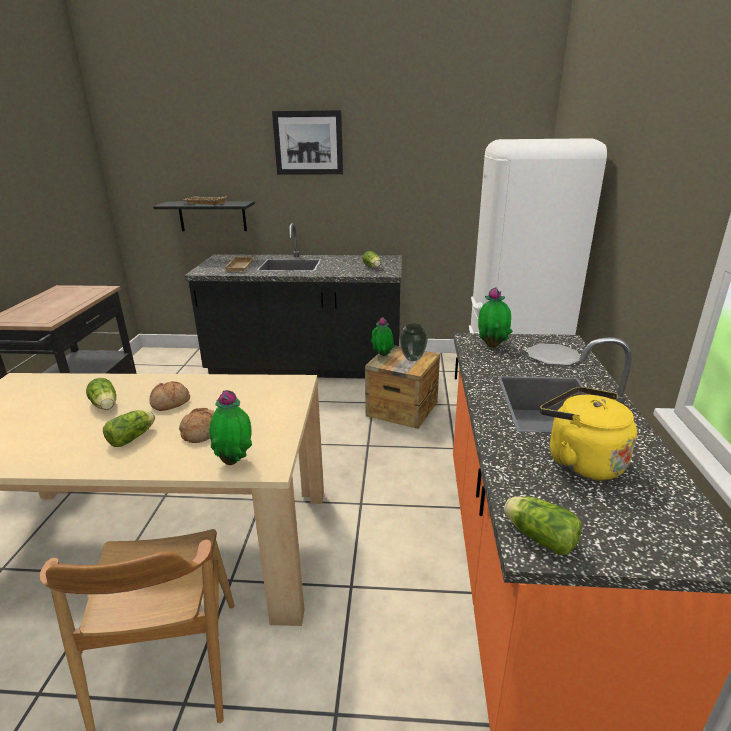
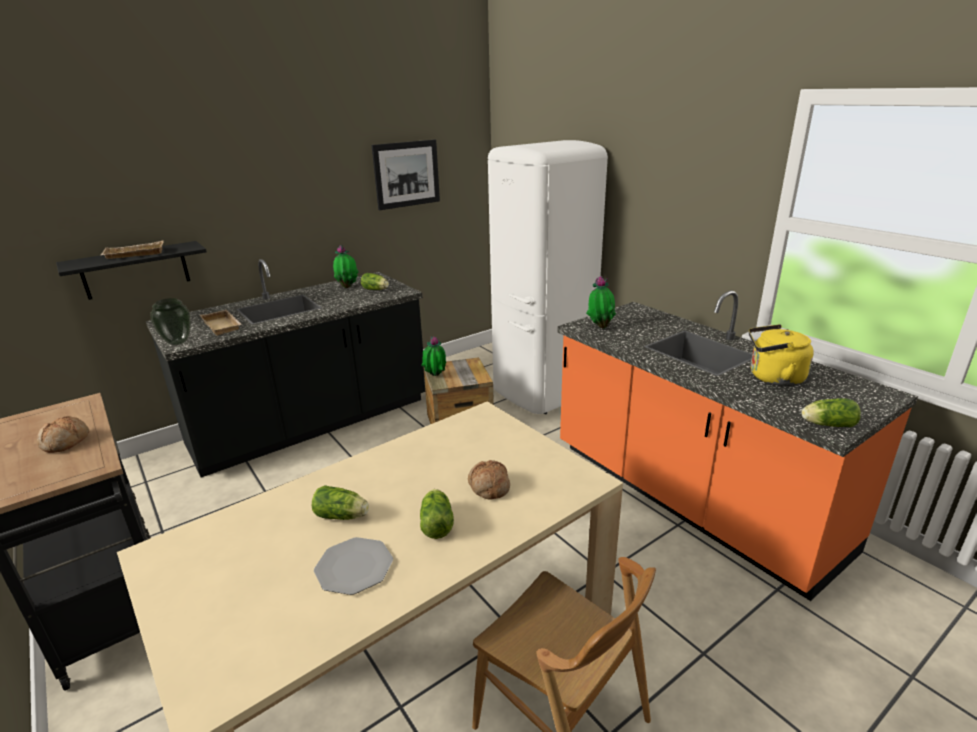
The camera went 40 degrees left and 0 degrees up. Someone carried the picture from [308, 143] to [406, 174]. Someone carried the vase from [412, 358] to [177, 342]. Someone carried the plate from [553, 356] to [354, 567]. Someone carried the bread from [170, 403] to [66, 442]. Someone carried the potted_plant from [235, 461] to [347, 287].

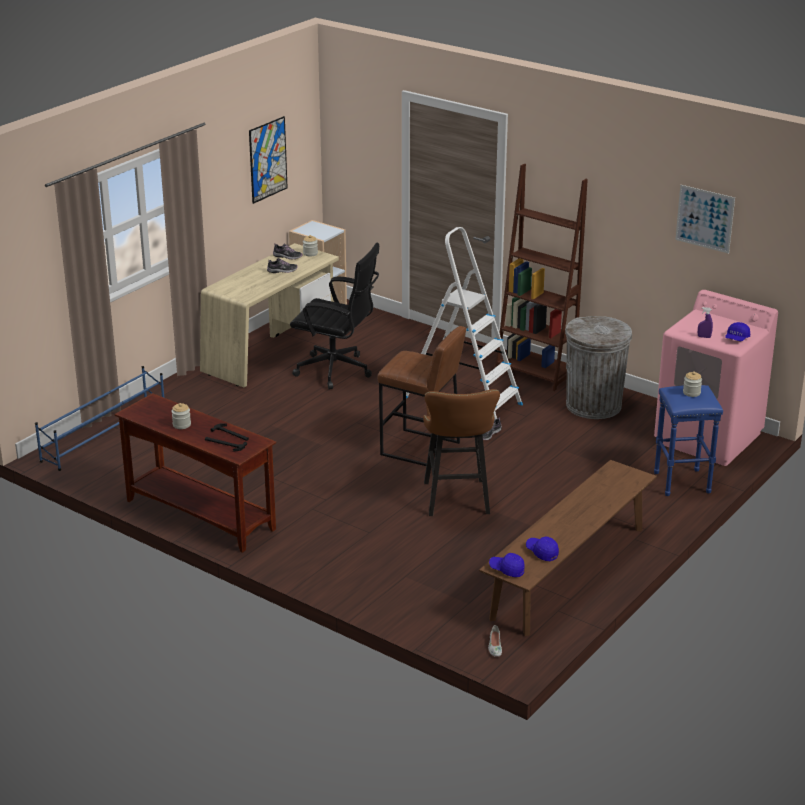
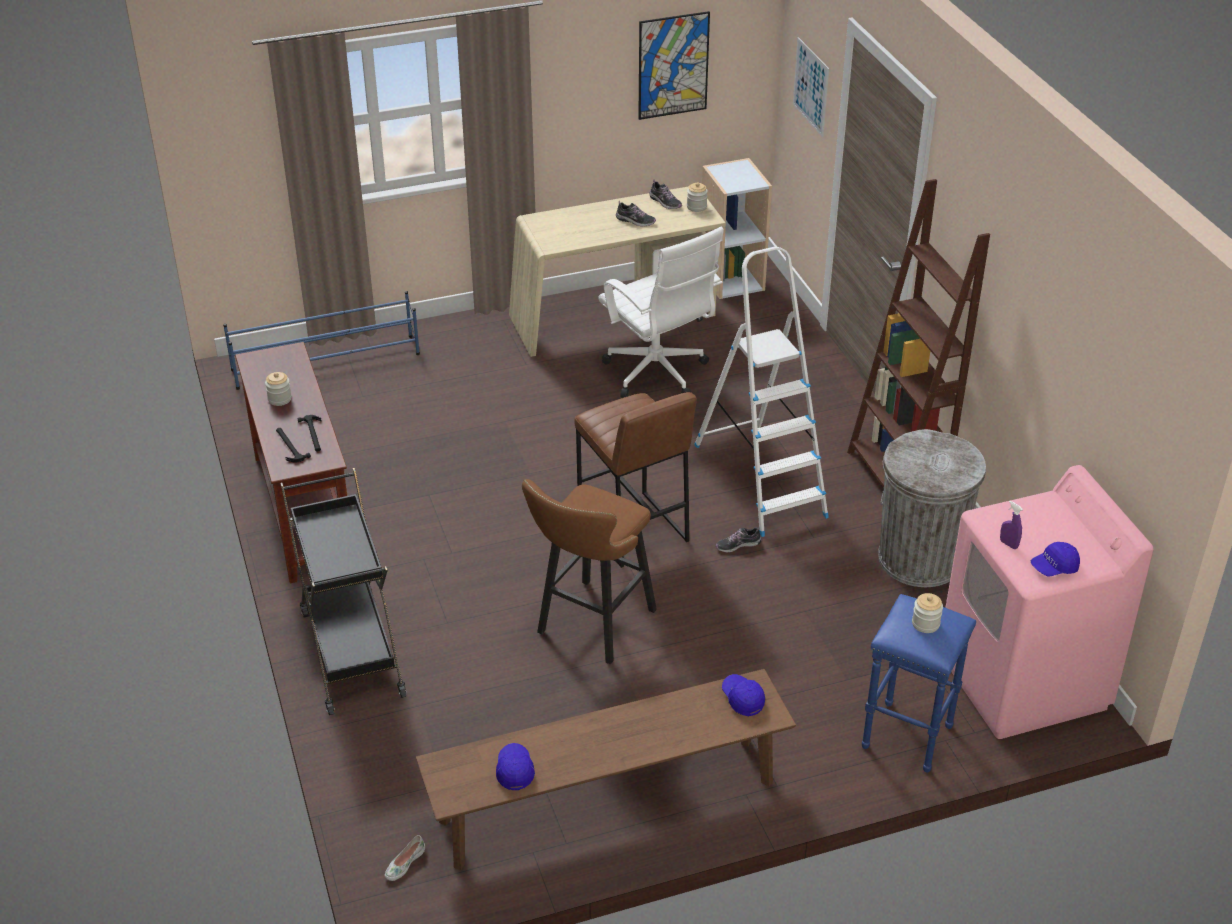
The camera went 35 degrees right and 10 degrees up. Someone carried the picture from [704, 218] to [810, 87]. Someone repainted the black_office_chair at [337, 371], which became the white_office_chair at [658, 375]. Someone carried the blue_cap from [507, 570] to [742, 699]. Someone put down the black_cart at [351, 653].

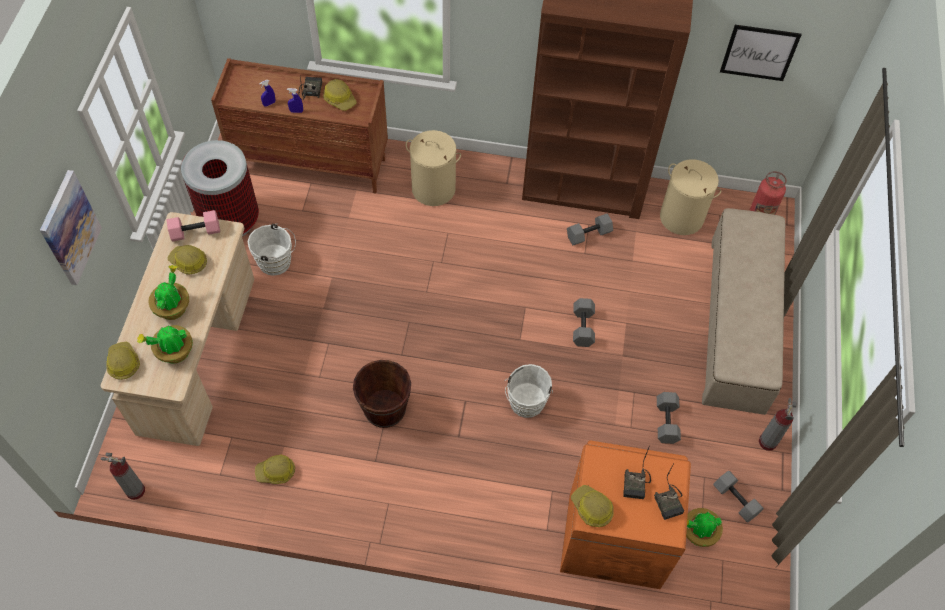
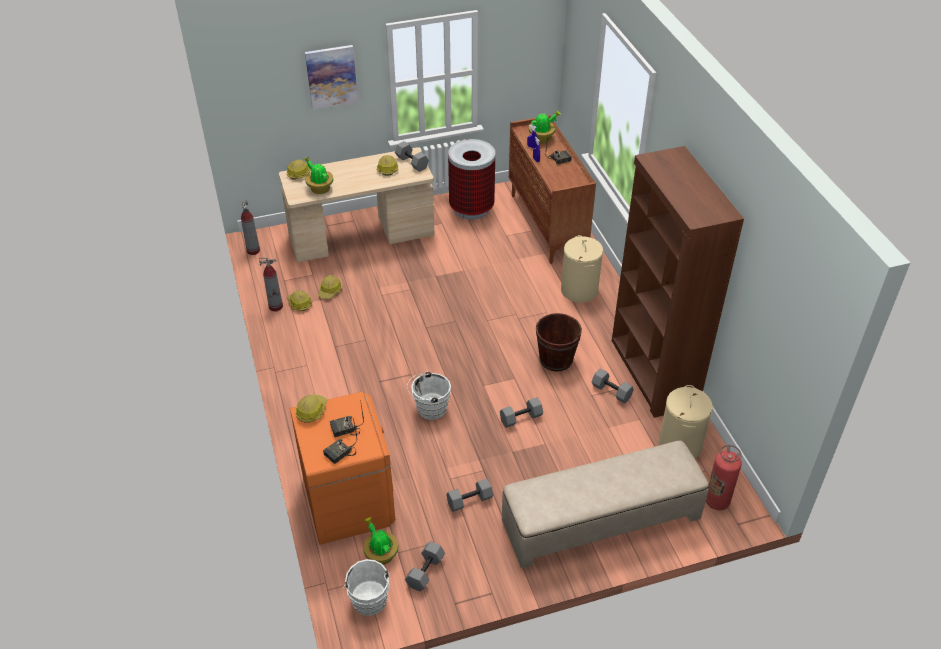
The camera went 65 degrees right and 15 degrees down. Someone took away the picture at [759, 52]. Someone carried the hard_hat from [340, 99] to [330, 291]. Someone repainted the pink_dumbbell at [196, 231], which became the grey_dumbbell at [412, 162]. Someone carried the white_bucket from [277, 263] to [370, 603]. Someone carried the potted_plant from [173, 307] to [542, 138]. Someone carried the brown_bucket from [384, 409] to [556, 359]. Someone carried the fire_extinguisher from [767, 442] to [276, 306].

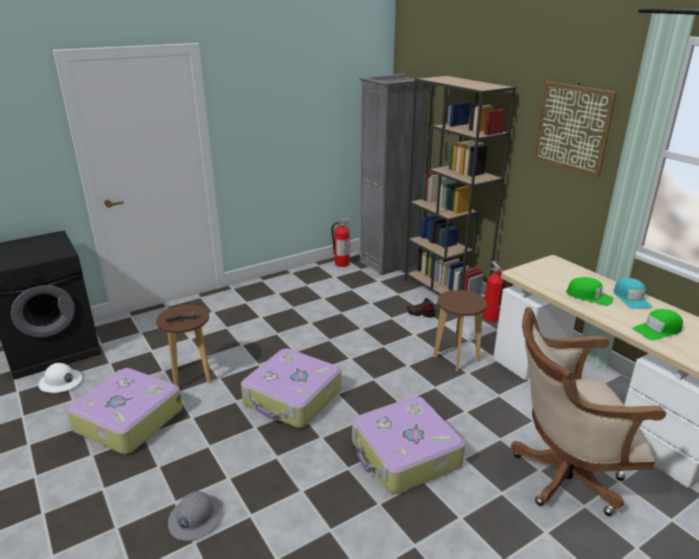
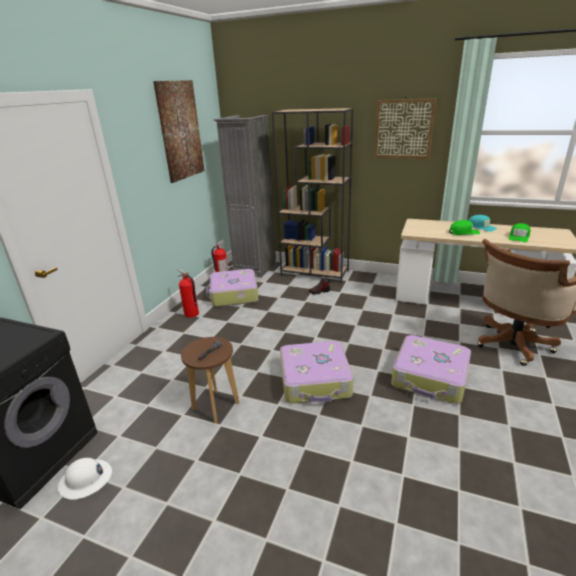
The camera went 35 degrees left and 0 degrees up. Someone carried the fire_extinguisher from [491, 318] to [191, 314]. Someone took away the brown_stool at [456, 358]. Someone carried the suitcase from [127, 420] to [233, 295]. Someone took away the grey_hard_hat at [195, 518]. Someone put up the picture at [180, 131].

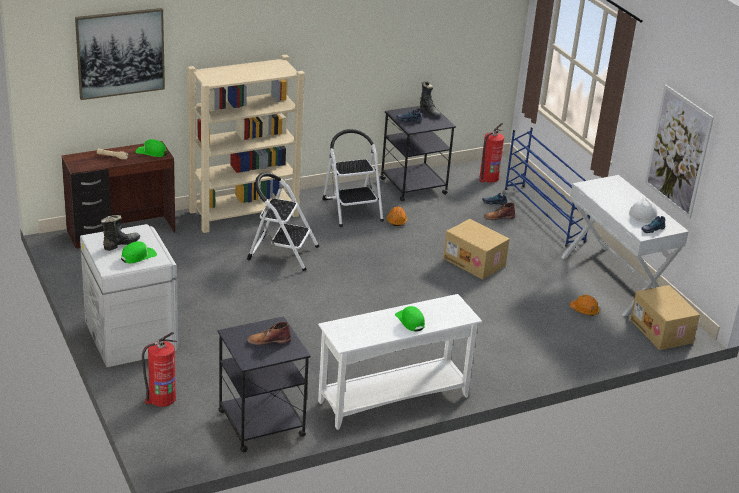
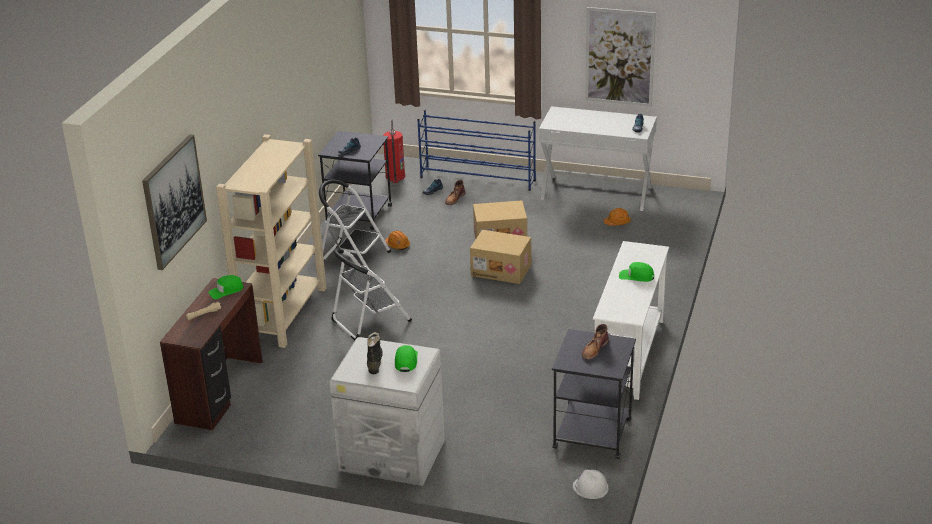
The camera went 45 degrees left and 0 degrees up. Someone took away the black_boot at [430, 112]. Someone carried the white_hard_hat from [642, 215] to [590, 487]. Someone carried the cardboard_box from [662, 331] to [502, 270]. Someone took away the fire_extinguisher at [161, 398].

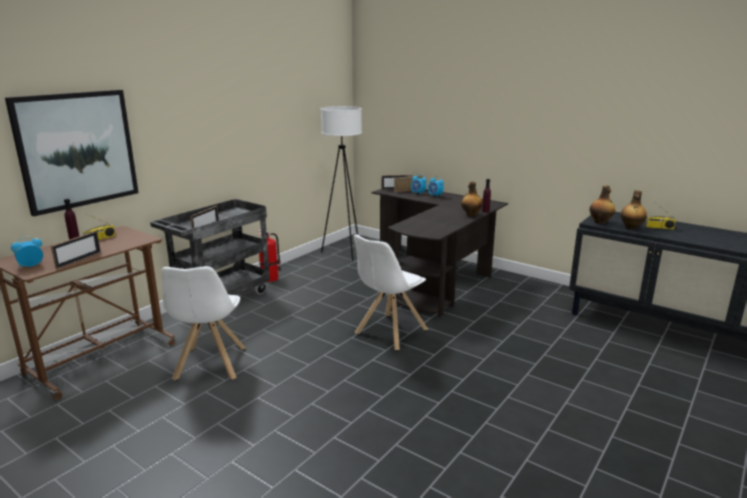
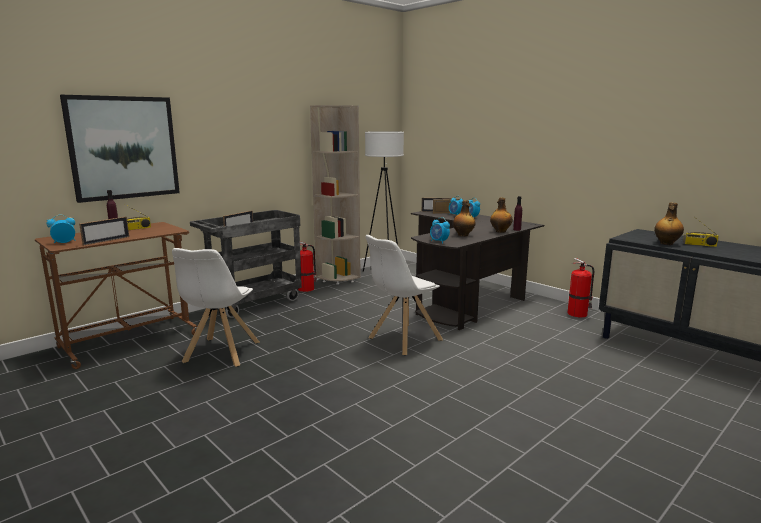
The camera went 10 degrees right and 5 degrees down. Someone carried the bottle from [600, 222] to [463, 235]. Someone put down the beige_bookcase at [338, 281]. Someone put down the alarm_clock at [439, 241]. Someone put down the fire_extinguisher at [578, 314].

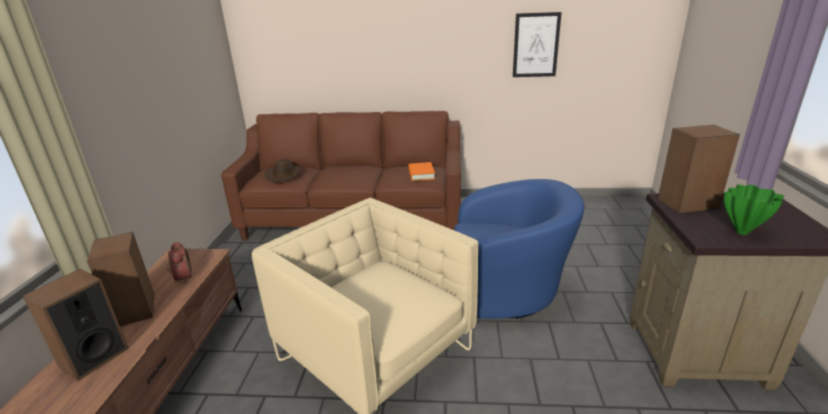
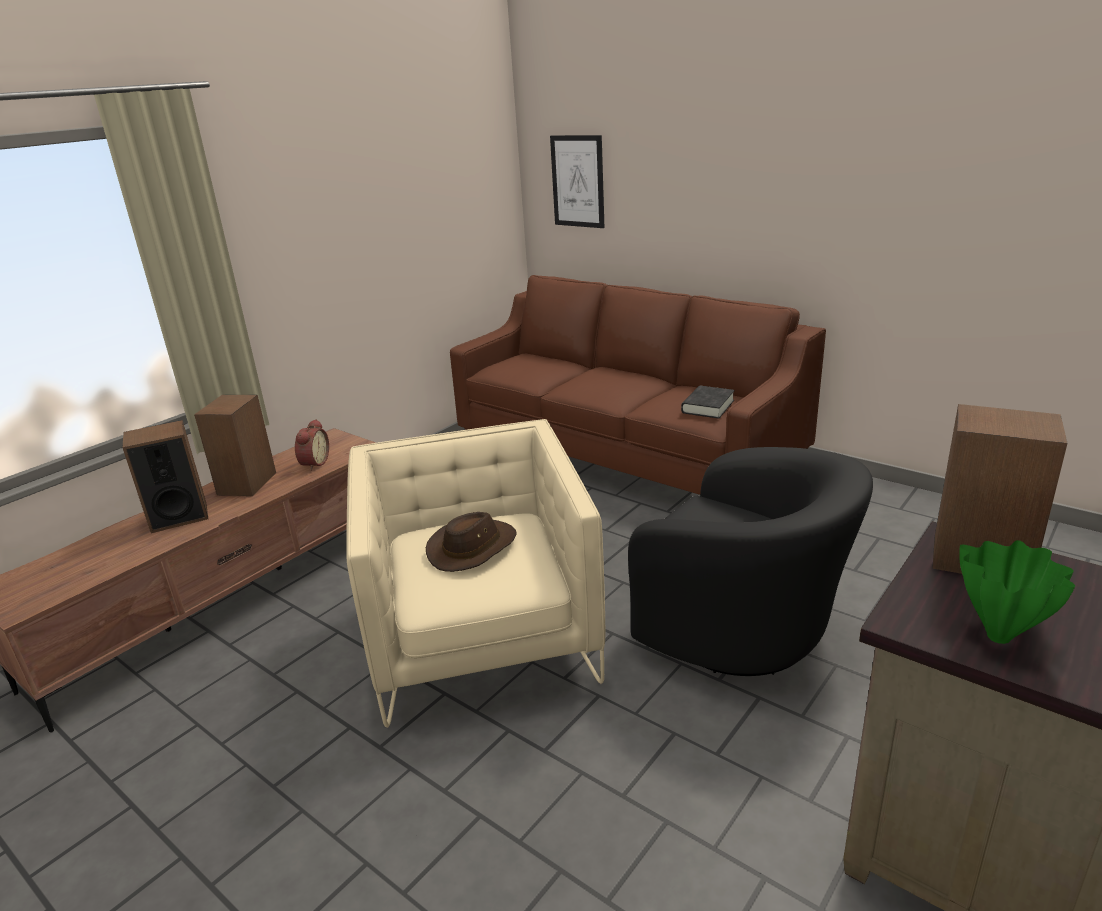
The camera went 35 degrees right and 0 degrees up. Someone carried the picture from [536, 45] to [577, 181]. Someone carried the brown_hat from [285, 175] to [472, 548]. Someone repainted the orange_book at [421, 174], which became the black_book at [707, 406]. Someone repainted the blue_armchair at [508, 292], which became the black_armchair at [741, 631].

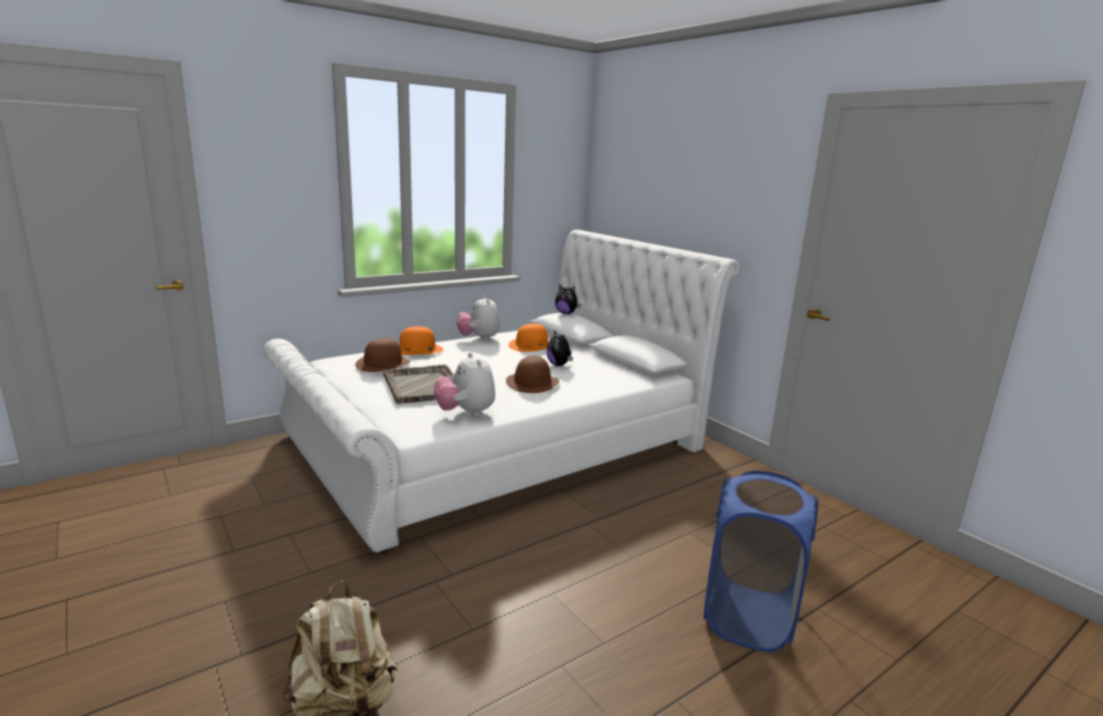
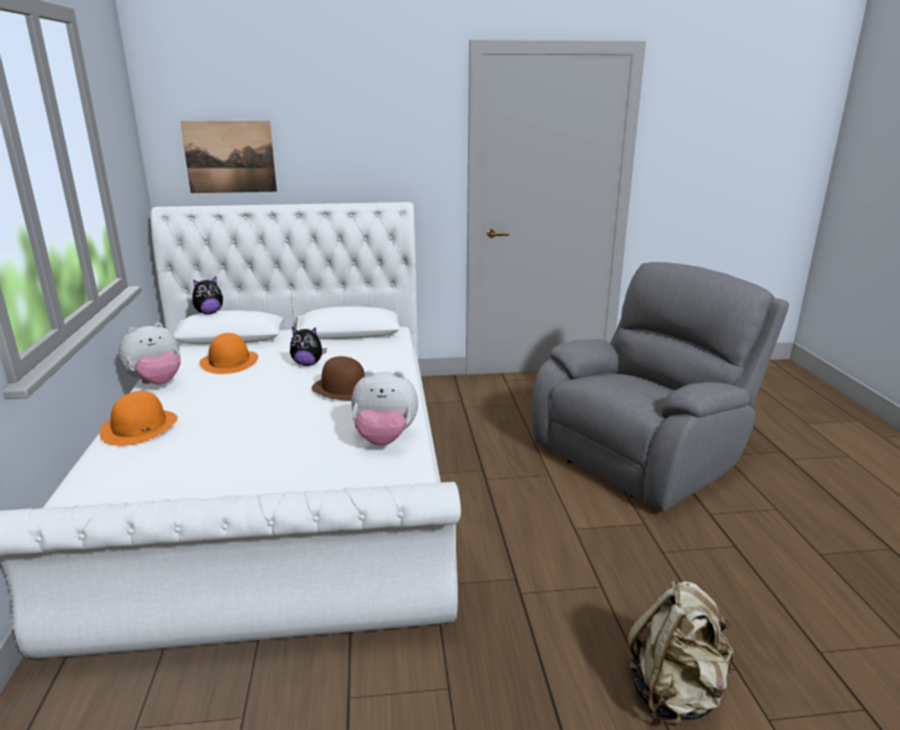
The camera went 60 degrees left and 5 degrees up. Someone rotated the plush_toy at [479, 339] by 45 degrees counterclockwise. Someone took away the brown_hat at [383, 363]. Someone took away the grey_tray at [423, 385]. Someone swapped the blue_laundry_basket at [748, 617] for the grey_armchair at [641, 456]. Someone put up the picture at [230, 157].

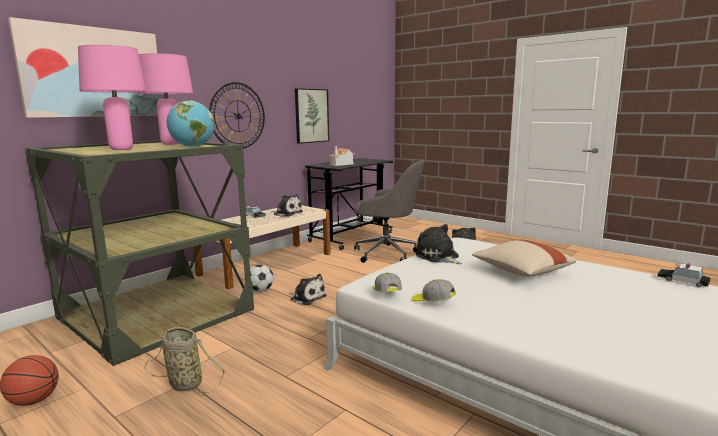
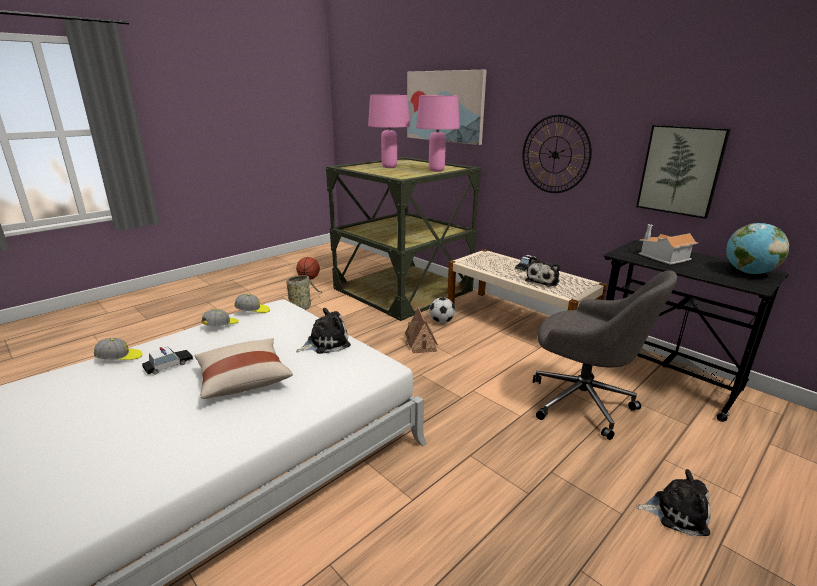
The camera went 95 degrees right and 10 degrees up. Someone carried the globe from [192, 147] to [748, 272]. Someone rotated the grey_office_chair at [386, 254] by 75 degrees counterclockwise. Someone carried the toy_car from [682, 281] to [169, 365]. Someone swapped the plush_toy at [307, 297] for the toy_house at [421, 343]. Someone put down the cap at [120, 358].

